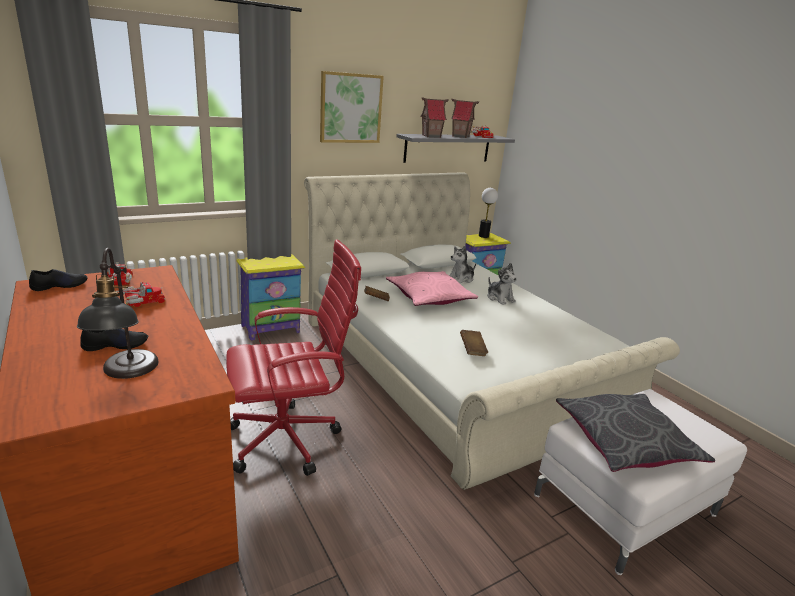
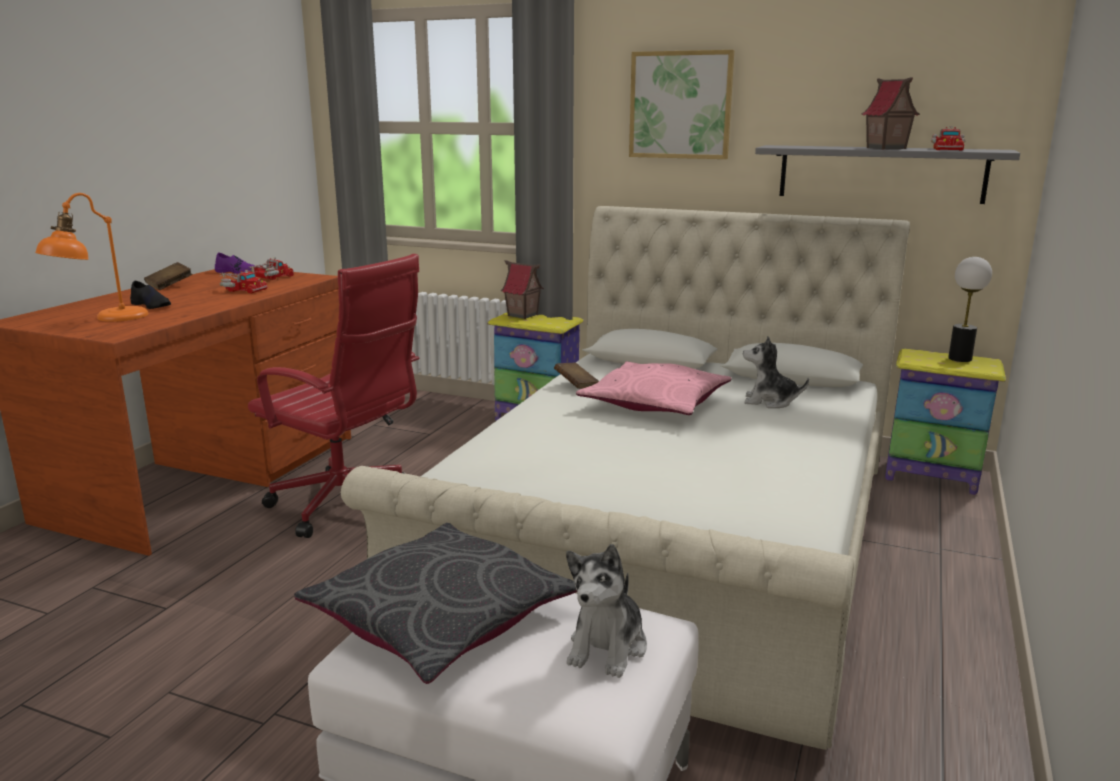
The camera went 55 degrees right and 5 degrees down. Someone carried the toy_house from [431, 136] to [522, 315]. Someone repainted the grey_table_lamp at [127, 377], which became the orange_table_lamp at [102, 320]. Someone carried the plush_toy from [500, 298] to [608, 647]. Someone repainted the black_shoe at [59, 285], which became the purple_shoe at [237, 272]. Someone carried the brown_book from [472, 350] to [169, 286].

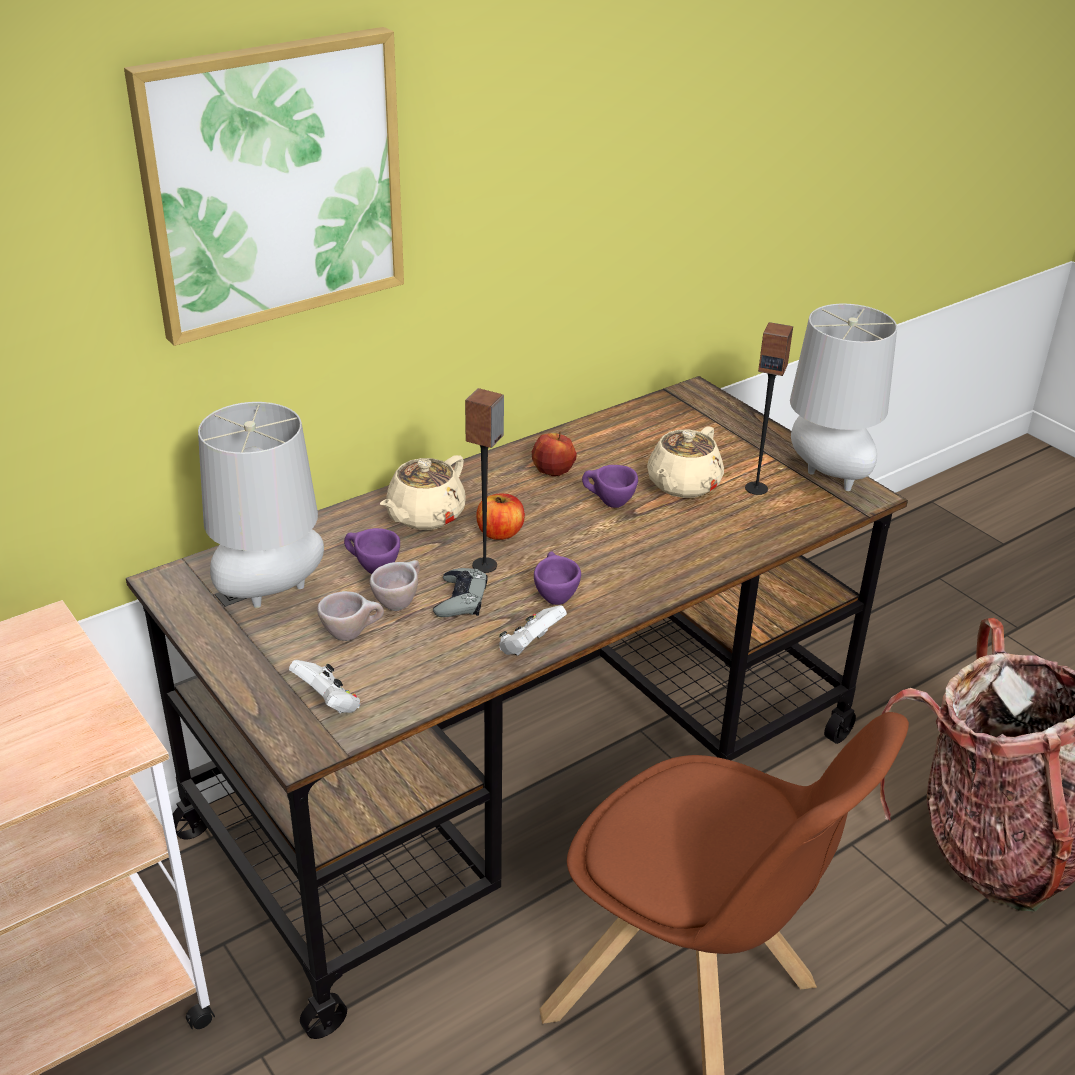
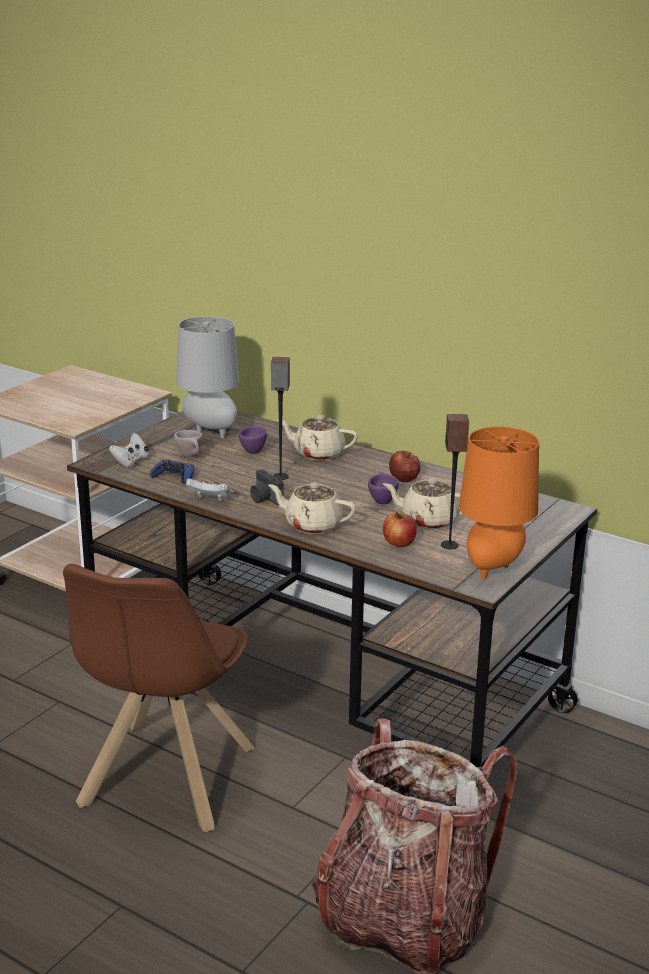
The camera went 70 degrees right and 10 degrees down. Someone took away the picture at [273, 183]. Someone repainted the grey_table_lamp at [826, 477], which became the orange_table_lamp at [493, 569]. Someone carried the apple from [500, 533] to [399, 543]. Someone swapped the purple_cup at [554, 596] for the photo_camera at [265, 499]. Someone took away the beige_cup at [399, 601]. Someone took away the grey_game_controller at [461, 599]. Someone put down the blue_game_controller at [174, 476]. Someone put down the beige_teapot at [312, 525].

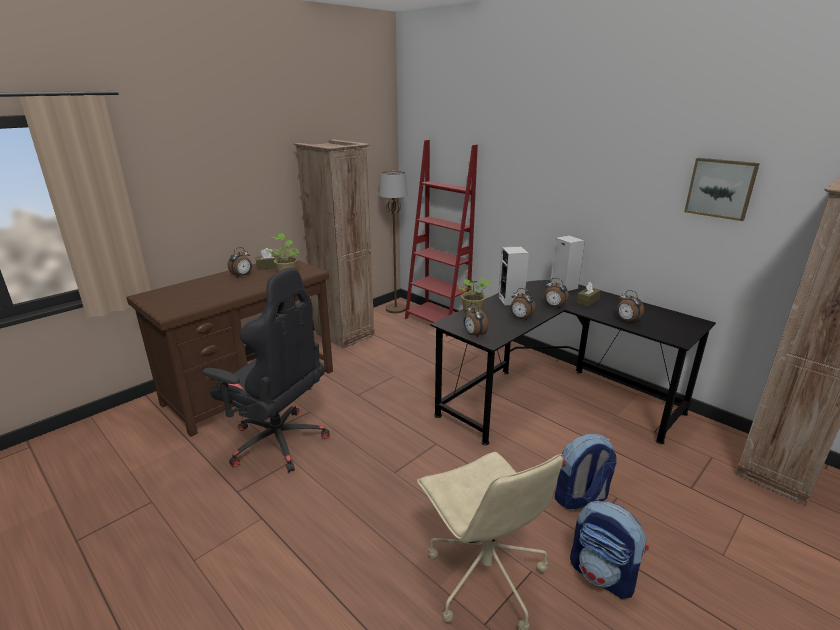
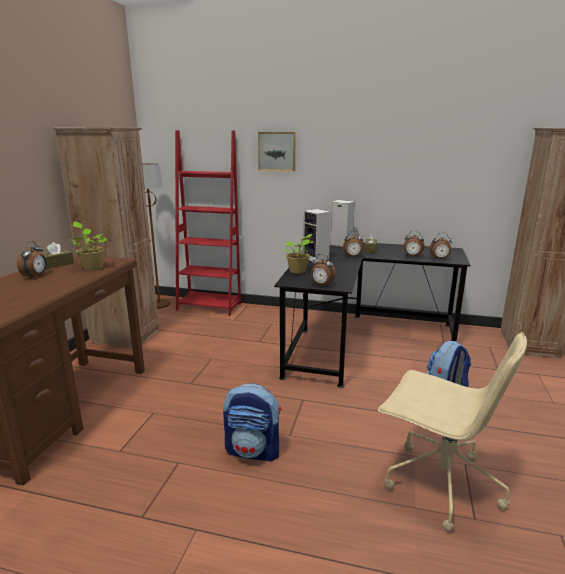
The camera went 30 degrees left and 5 degrees down. Someone carried the picture from [721, 188] to [277, 151]. Someone took away the black_office_chair at [277, 441]. Someone carried the alarm_clock from [520, 318] to [439, 259]. Someone carried the backpack from [603, 575] to [253, 451].

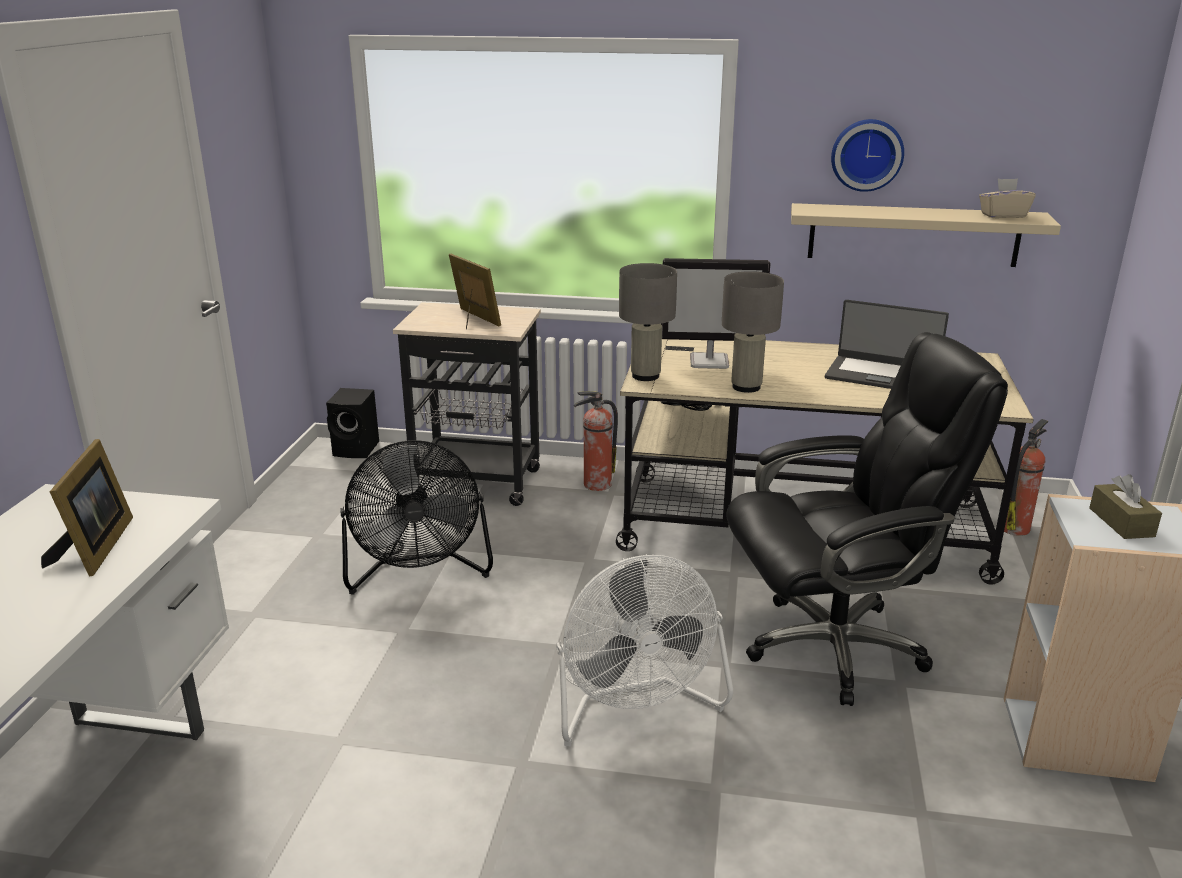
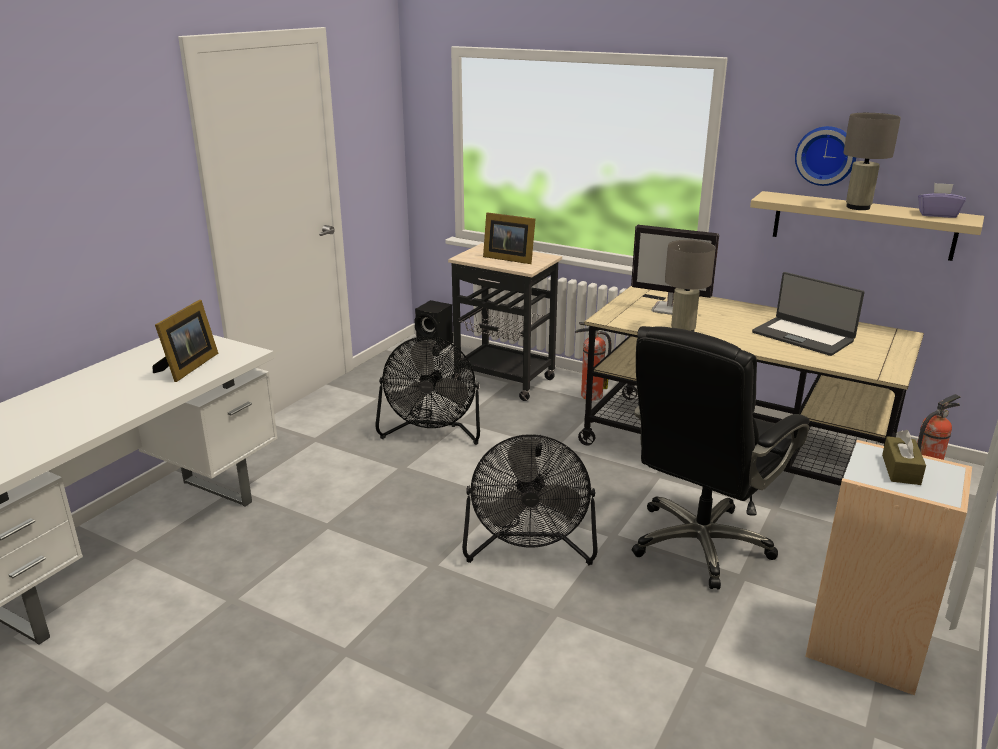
The camera went 20 degrees right and 0 degrees up. Someone repainted the beige_tissue_box at [1003, 215], which became the purple_tissue_box at [937, 214]. Someone rotated the picture_frame at [473, 319] by 135 degrees clockwise. Someone carried the grey_table_lamp from [644, 376] to [857, 207]. Someone rotated the black_office_chair at [831, 648] by 120 degrees clockwise. Someone repainted the white_fan at [628, 706], which became the black_fan at [524, 547].

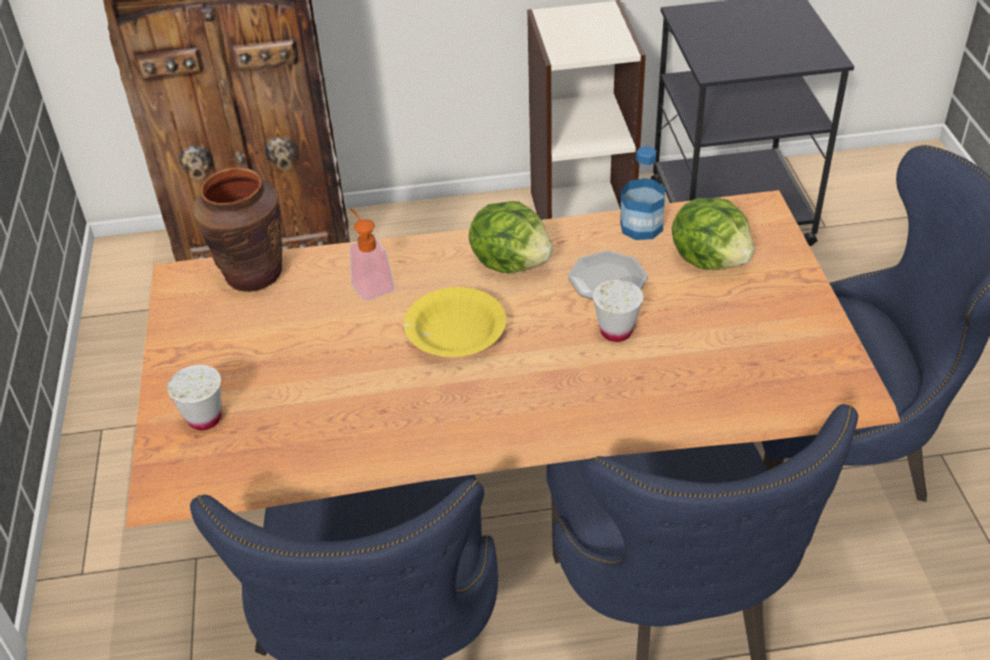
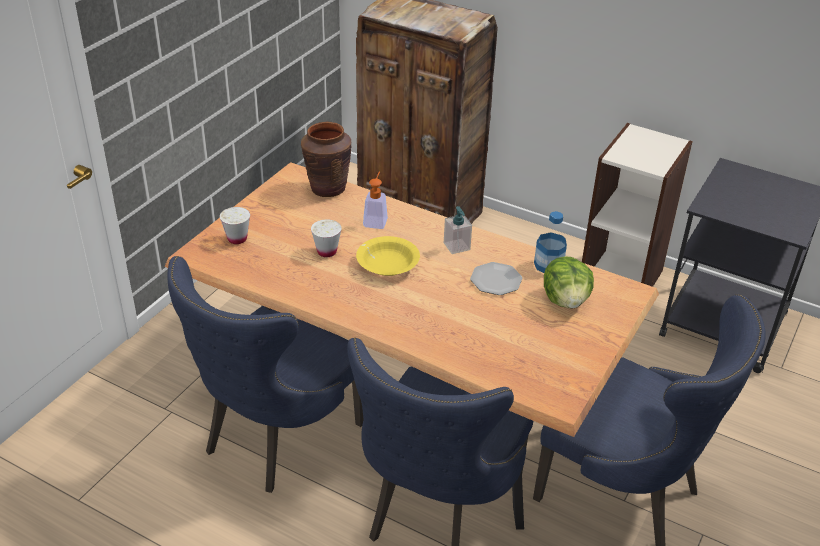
The camera went 35 degrees right and 5 degrees down. Someone swapped the lettuce at [511, 262] for the soap_dispenser at [457, 246]. Someone carried the white_cup from [616, 331] to [327, 251].

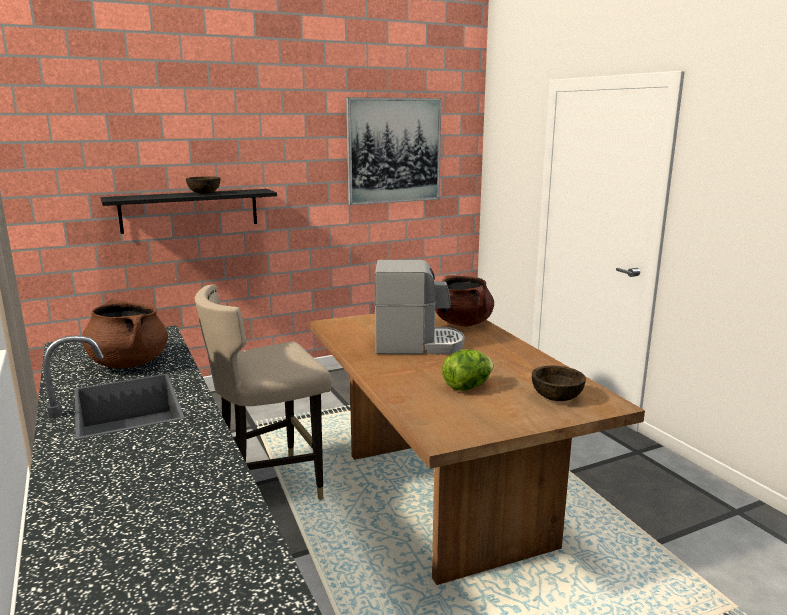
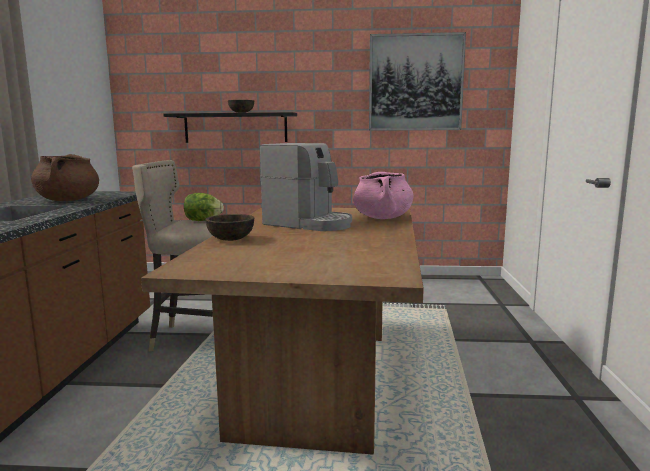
The camera went 30 degrees right and 5 degrees down. Someone repainted the brown_cooking_pot at [463, 323], which became the pink_cooking_pot at [382, 218]. Someone carried the lettuce from [467, 387] to [203, 221]. Someone carried the brown_bowl from [556, 397] to [231, 239].

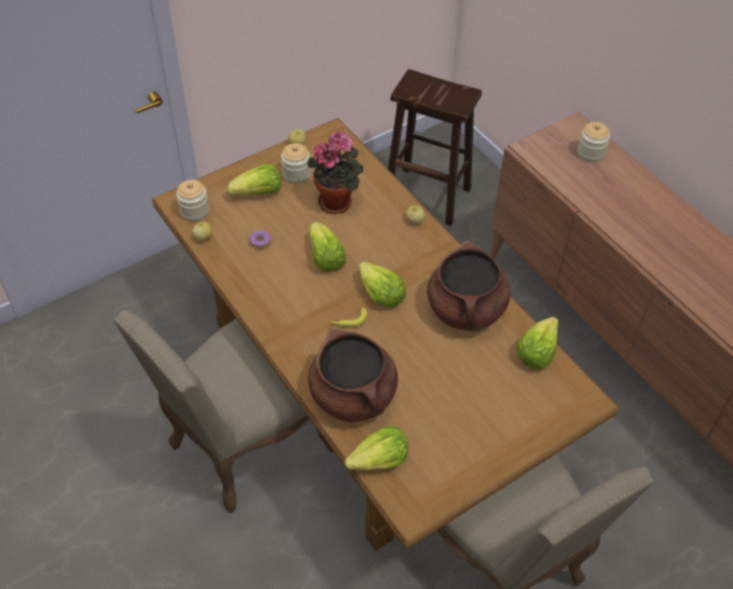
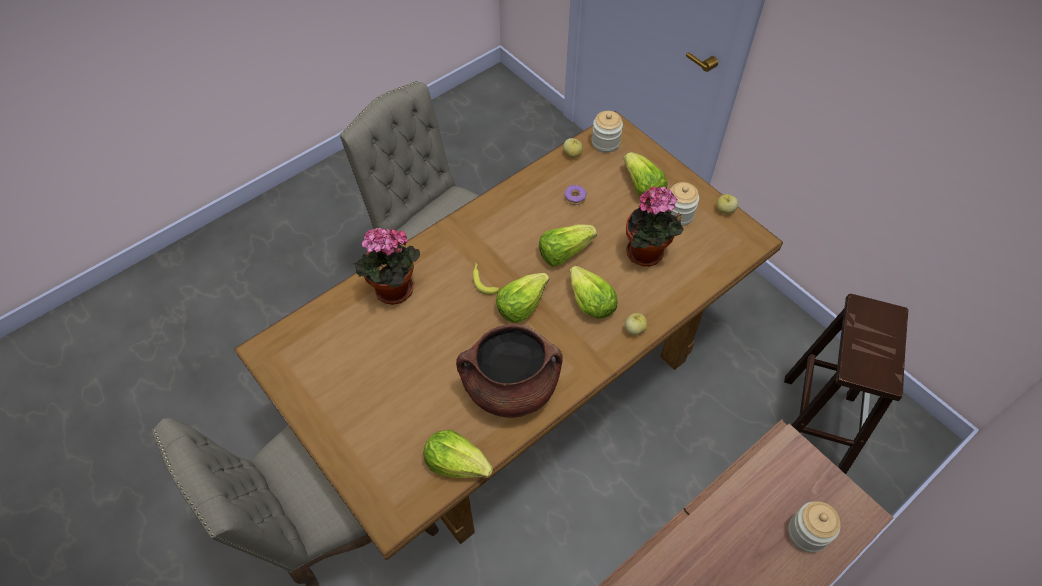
The camera went 85 degrees right and 5 degrees up. Someone swapped the brown_cooking_pot at [353, 396] for the potted_plant at [392, 292]. Someone carried the lettuce from [379, 460] to [590, 302].

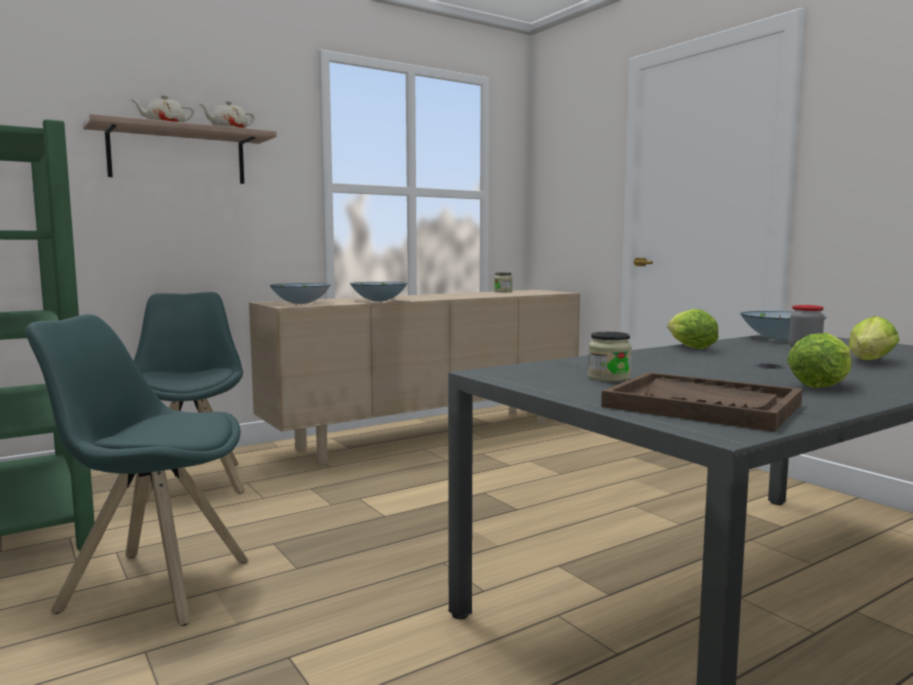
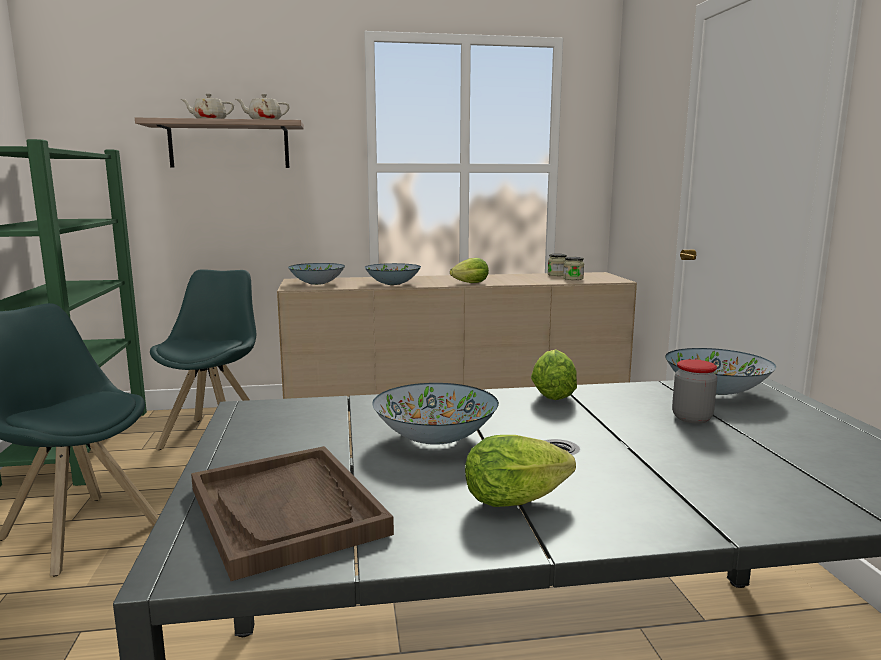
The camera went 25 degrees right and 5 degrees up. Someone carried the lettuce from [869, 361] to [468, 283]. Someone carried the jar from [609, 378] to [573, 278]. Someone put down the bowl at [435, 438].

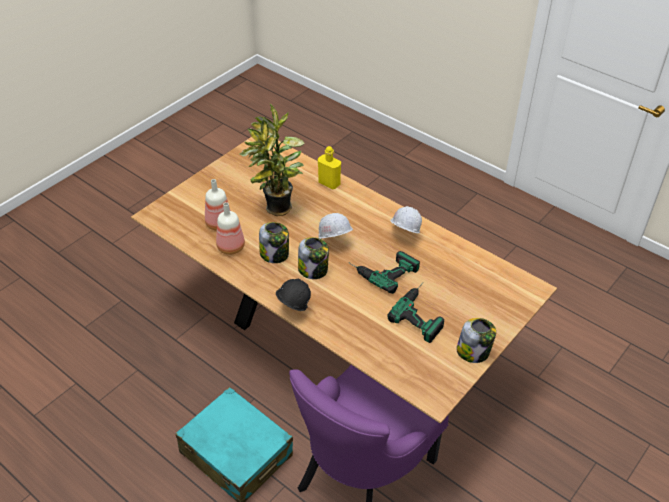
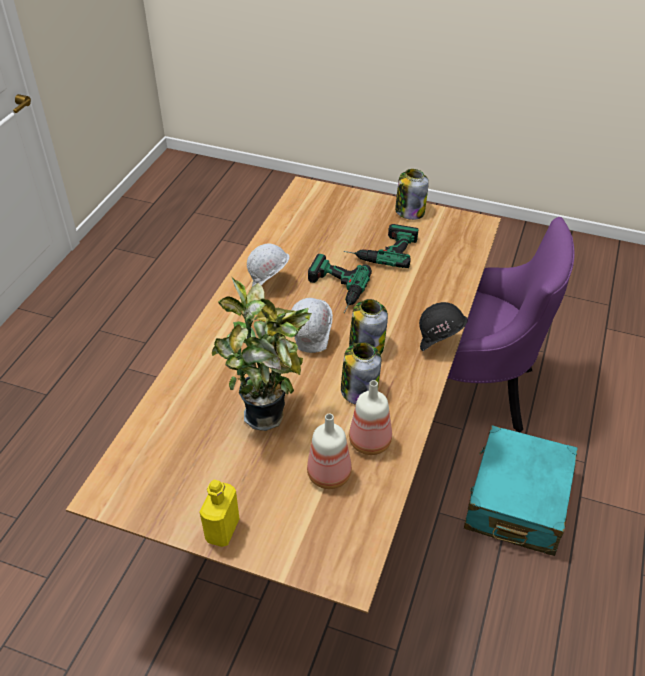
The camera went 110 degrees left and 0 degrees up. Someone carried the yellow_bottle from [329, 183] to [222, 530].

